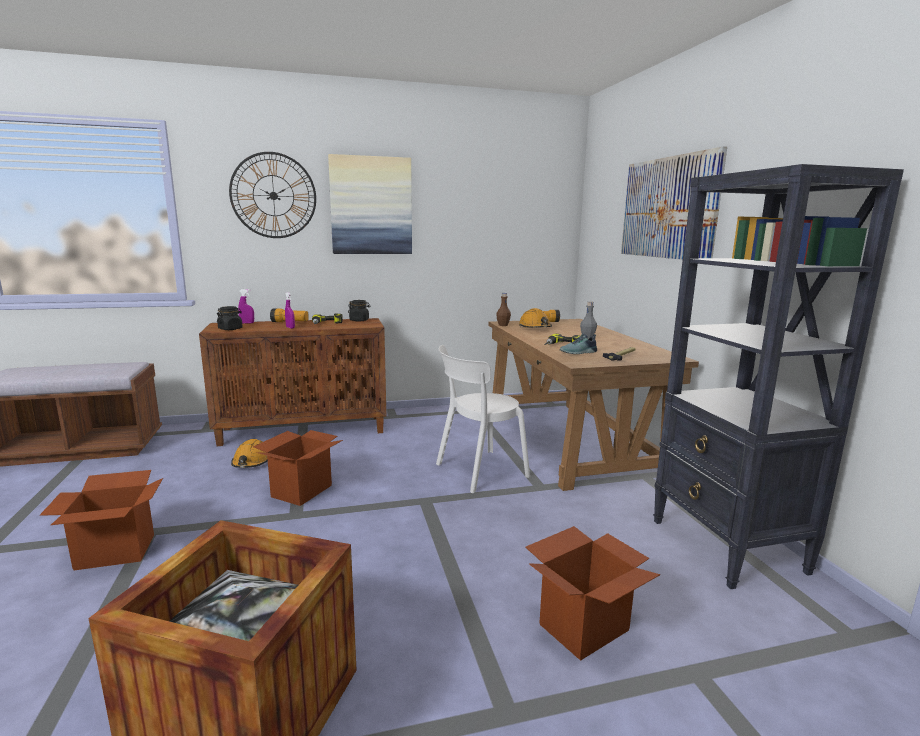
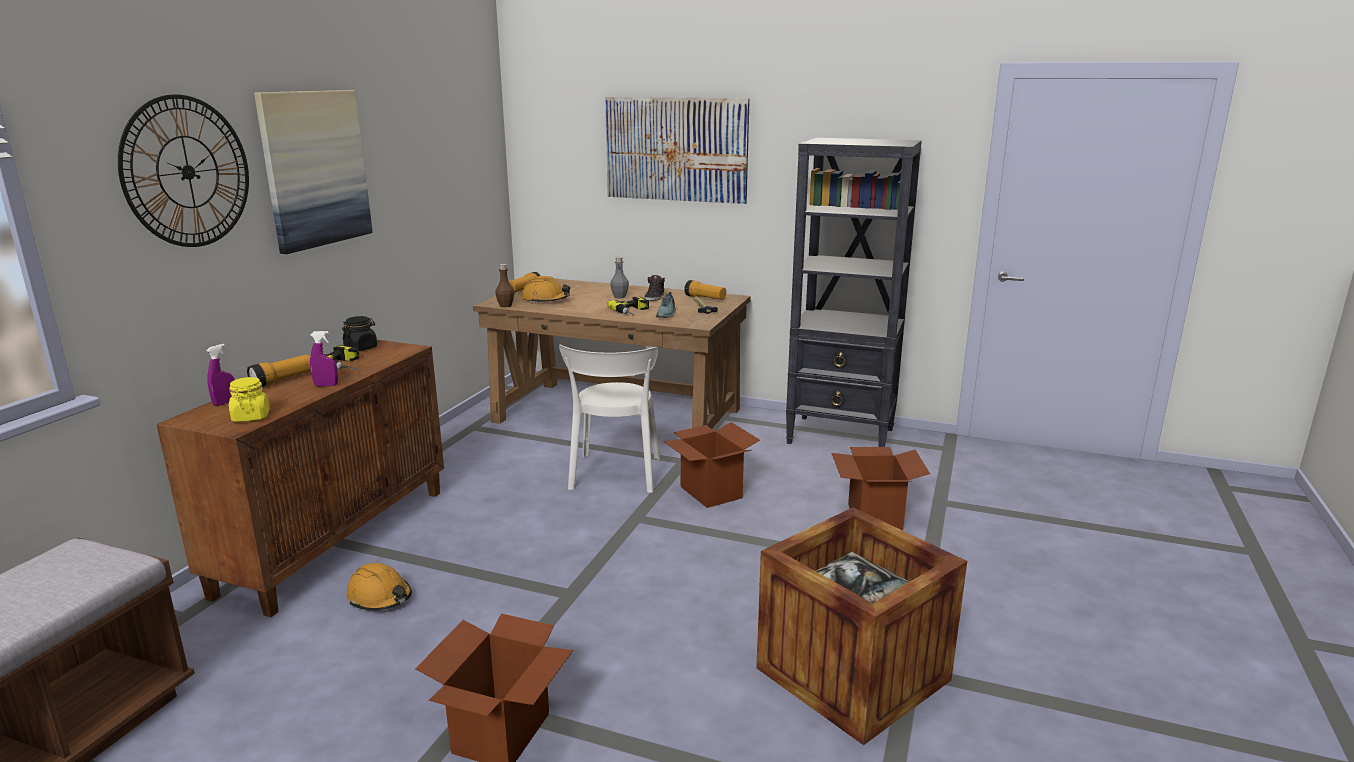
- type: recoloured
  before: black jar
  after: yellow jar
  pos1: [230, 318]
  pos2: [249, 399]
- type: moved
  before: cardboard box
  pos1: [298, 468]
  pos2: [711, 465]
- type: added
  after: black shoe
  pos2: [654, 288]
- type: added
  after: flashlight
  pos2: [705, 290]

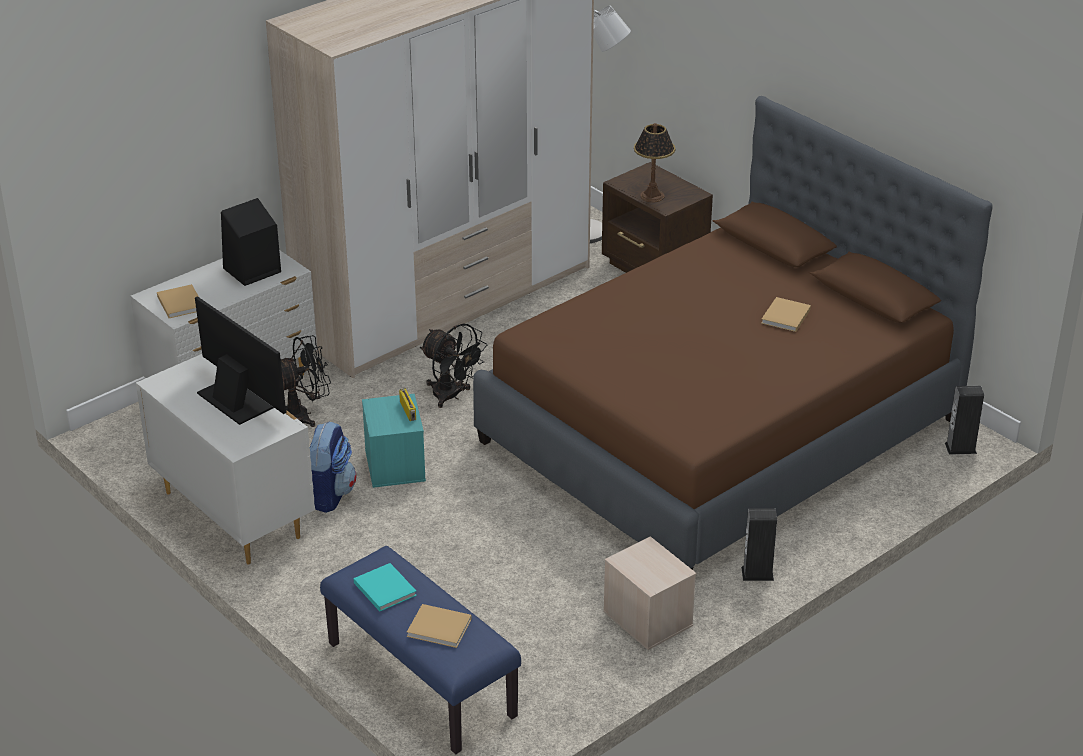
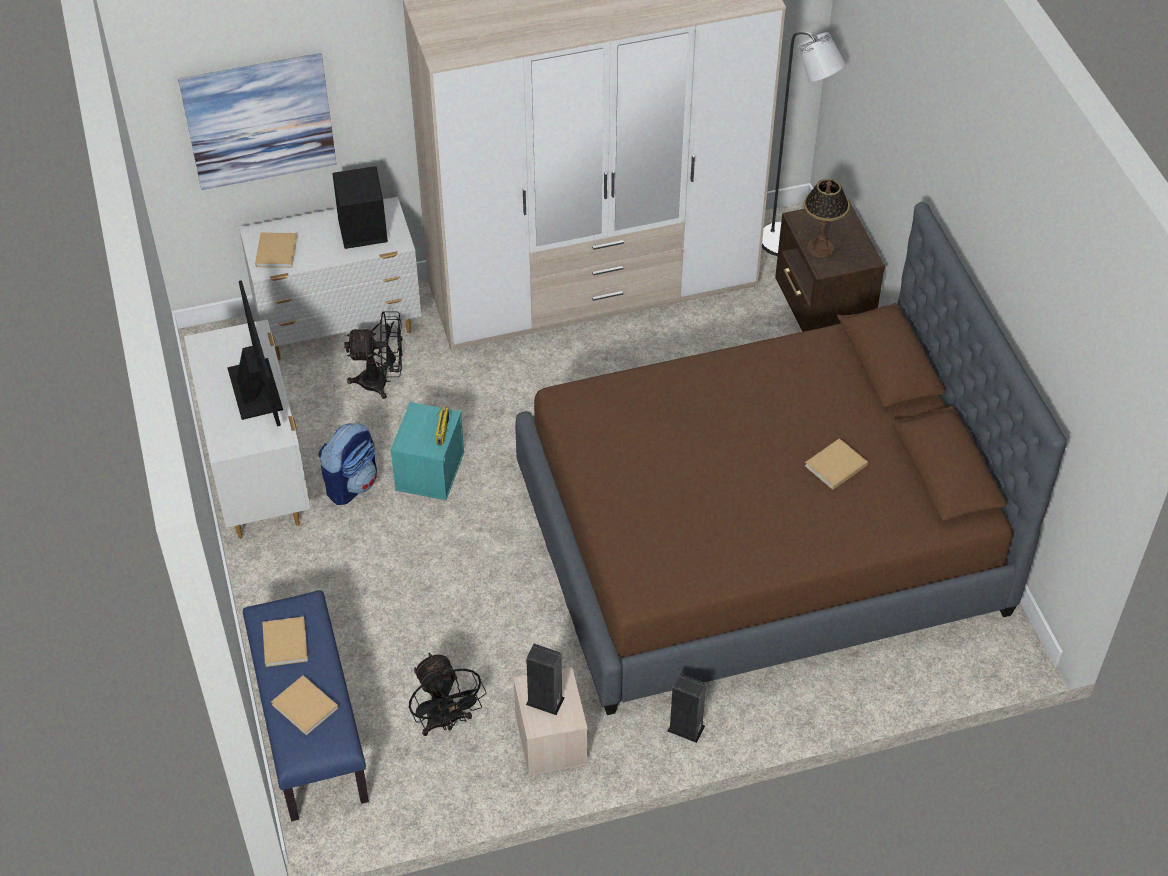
- type: recoloured
  before: turquoise book
  after: beige book
  pos1: [385, 587]
  pos2: [285, 641]
- type: moved
  before: black fan
  pos1: [453, 365]
  pos2: [448, 694]
- type: moved
  before: speaker
  pos1: [964, 420]
  pos2: [545, 679]
- type: added
  after: picture
  pos2: [257, 121]

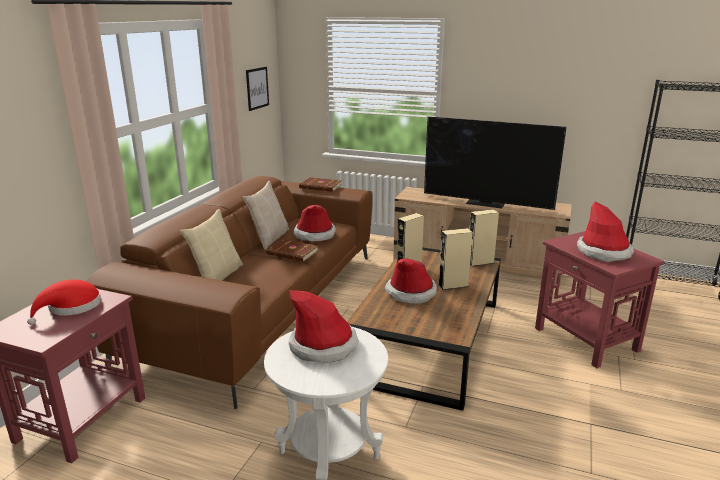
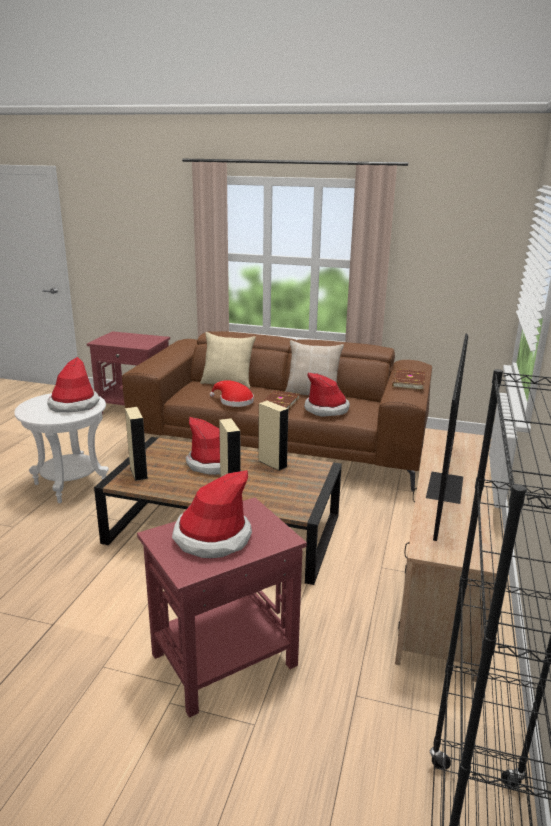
- type: moved
  before: red hat
  pos1: [64, 302]
  pos2: [232, 393]
- type: removed
  before: picture
  pos1: [257, 89]
- type: moved
  before: beige speaker
  pos1: [484, 237]
  pos2: [136, 444]

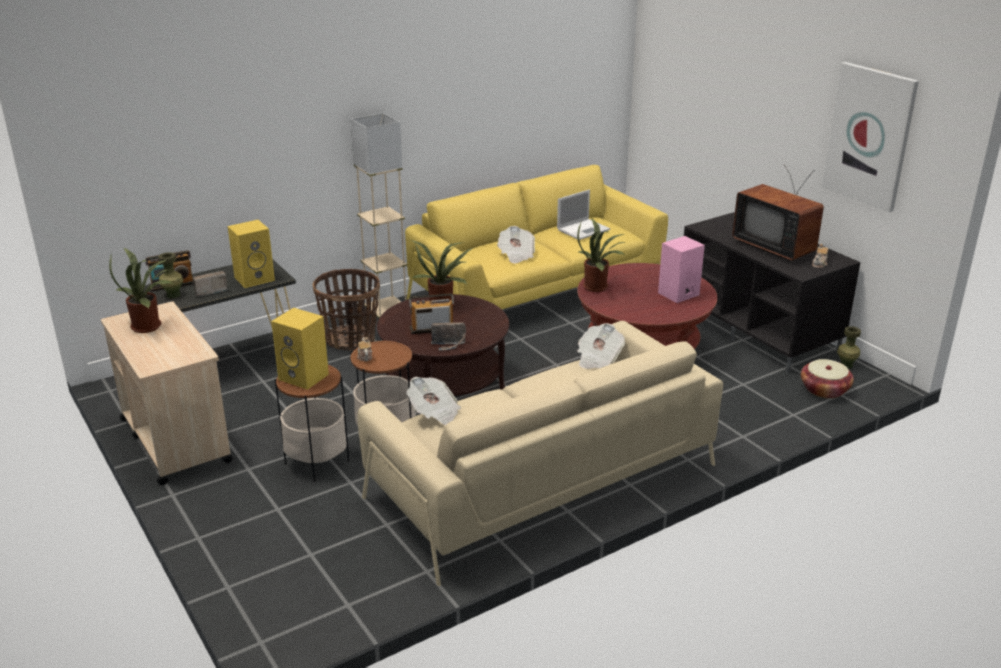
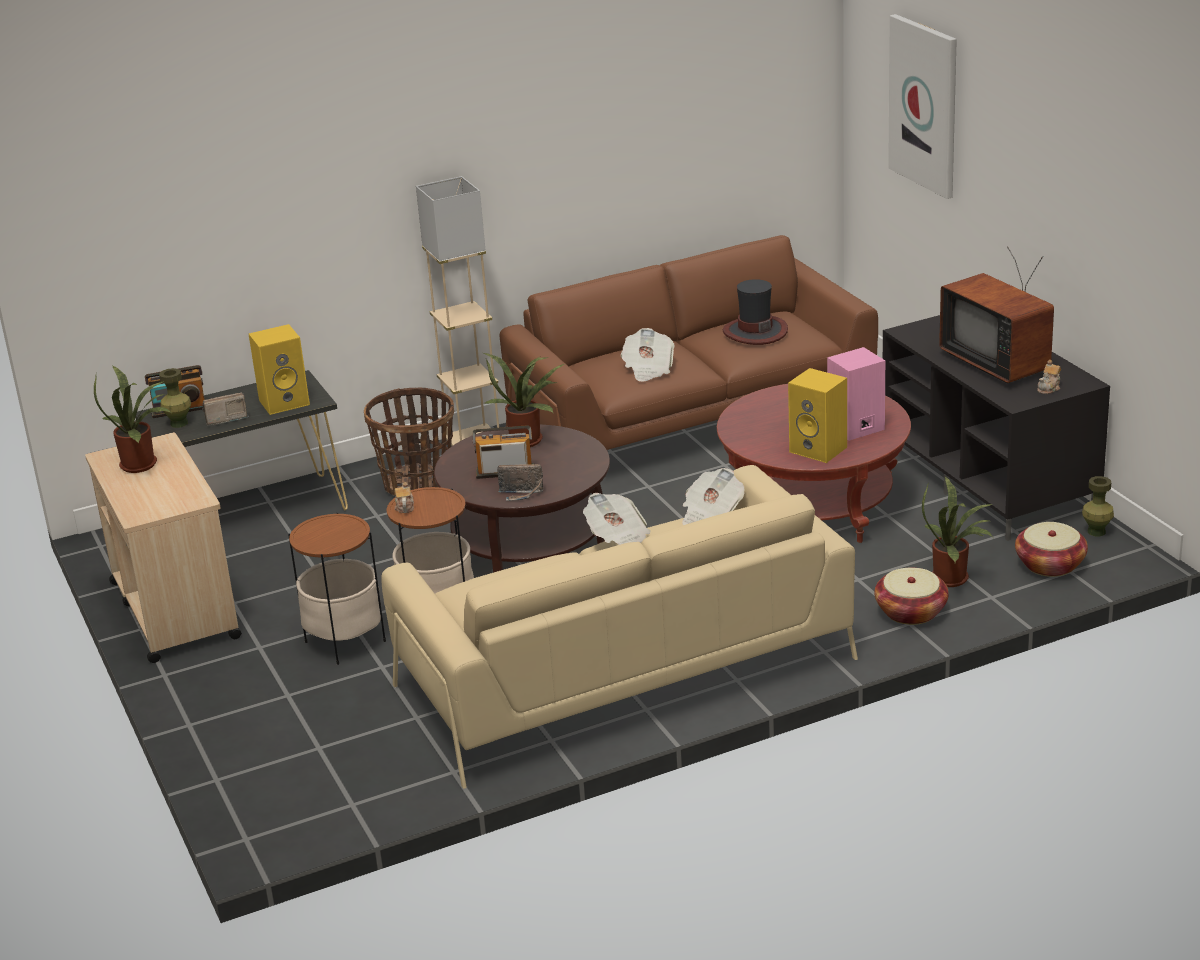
- type: moved
  before: yellow speaker
  pos1: [300, 349]
  pos2: [817, 415]
- type: recoloured
  before: yellow sofa
  after: brown sofa
  pos1: [536, 237]
  pos2: [689, 342]
- type: moved
  before: newspaper
  pos1: [433, 401]
  pos2: [617, 519]
- type: replaced
  before: laptop
  after: hat
  pos1: [583, 215]
  pos2: [755, 312]
- type: moved
  before: potted plant
  pos1: [601, 255]
  pos2: [957, 531]
- type: moved
  before: picture
  pos1: [870, 137]
  pos2: [922, 106]
- type: added
  after: basket
  pos2: [911, 596]

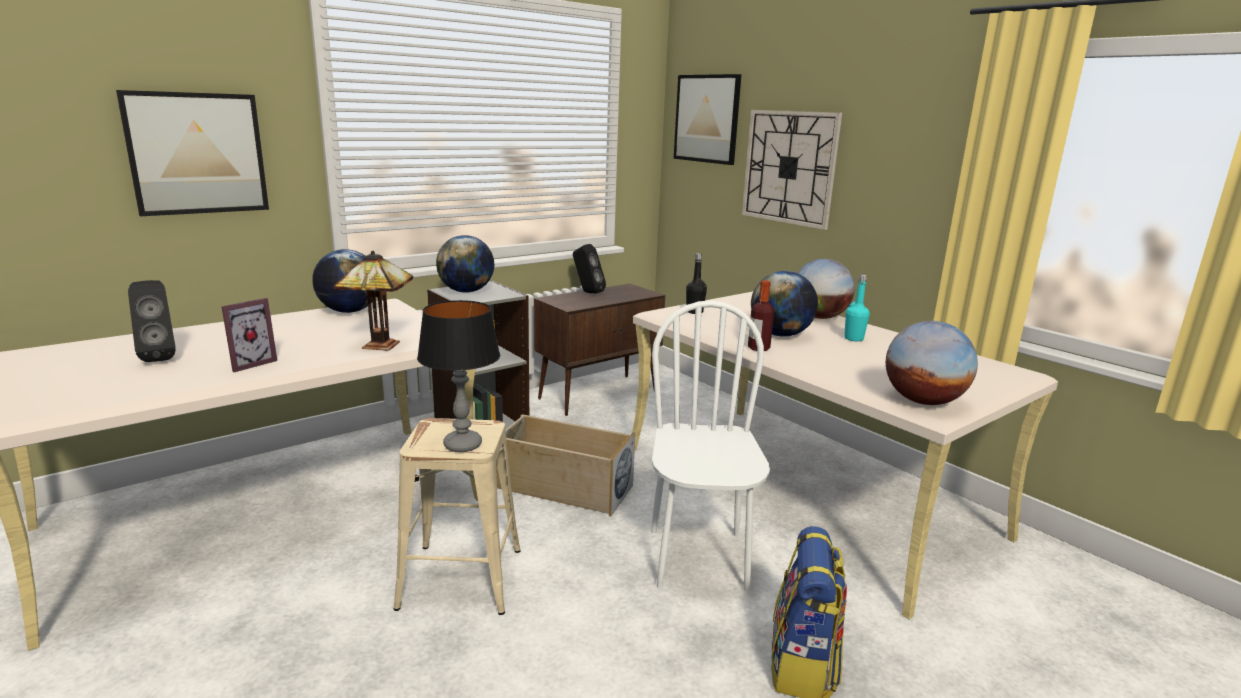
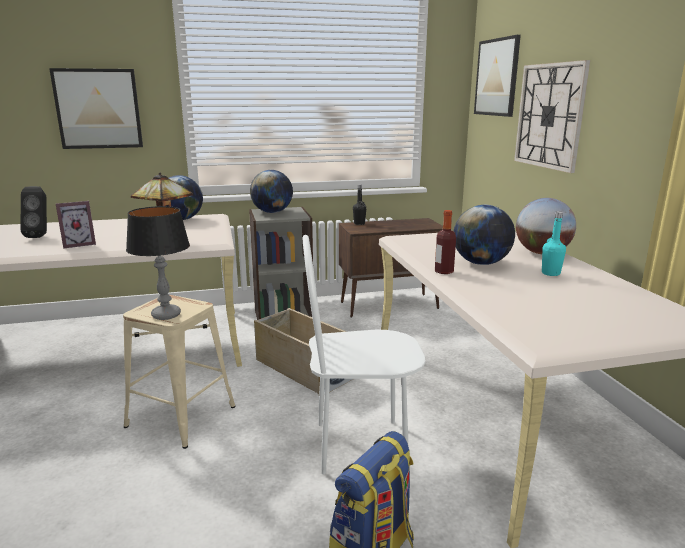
- type: removed
  before: black speaker
  pos1: [589, 268]
- type: turned
  before: white chair
  pos1: [710, 446]
  pos2: [364, 354]
  turn: -120
- type: moved
  before: black bottle
  pos1: [696, 283]
  pos2: [359, 204]
- type: removed
  before: globe
  pos1: [932, 363]

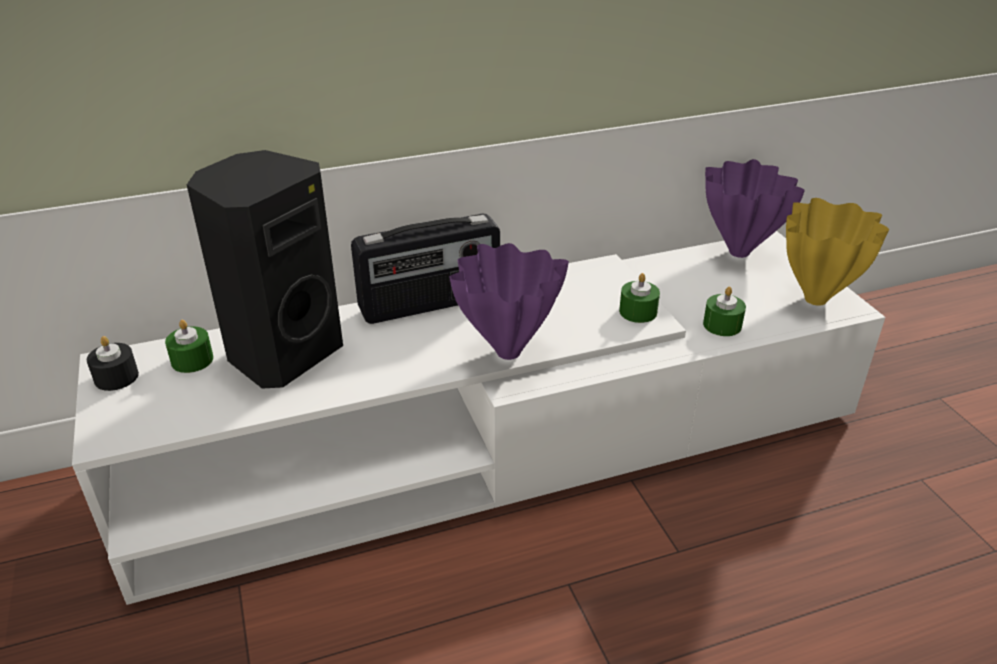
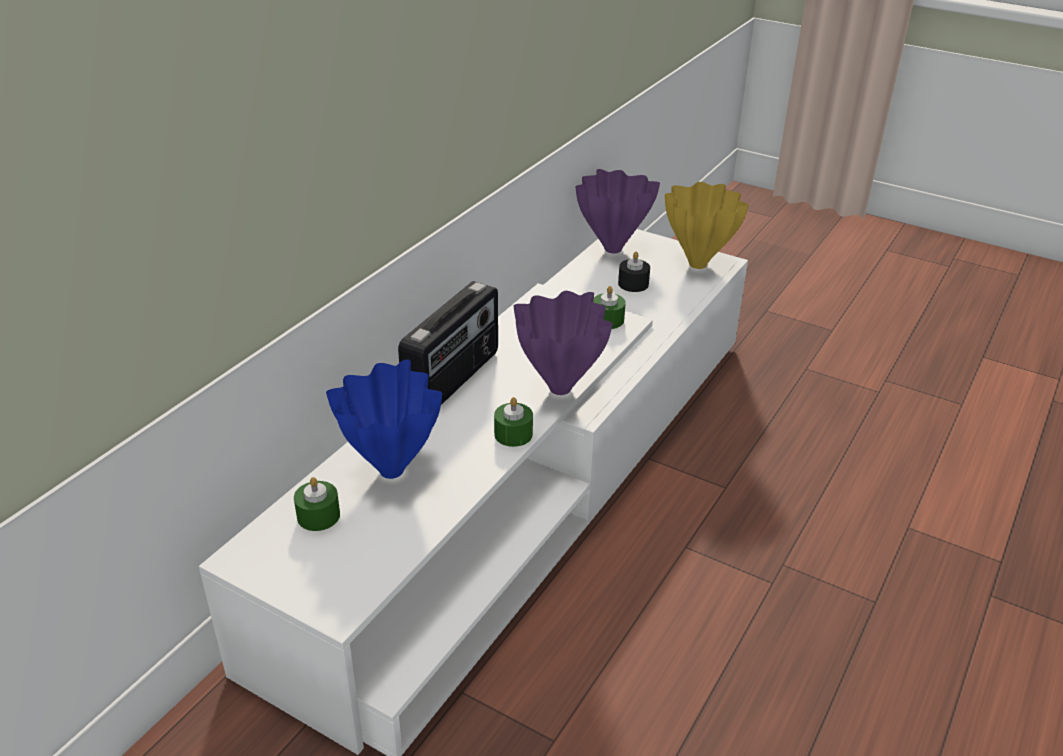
- type: moved
  before: black candle
  pos1: [113, 363]
  pos2: [634, 272]
- type: replaced
  before: black speaker
  after: blue vase
  pos1: [265, 269]
  pos2: [384, 419]
- type: moved
  before: green candle
  pos1: [724, 311]
  pos2: [513, 422]

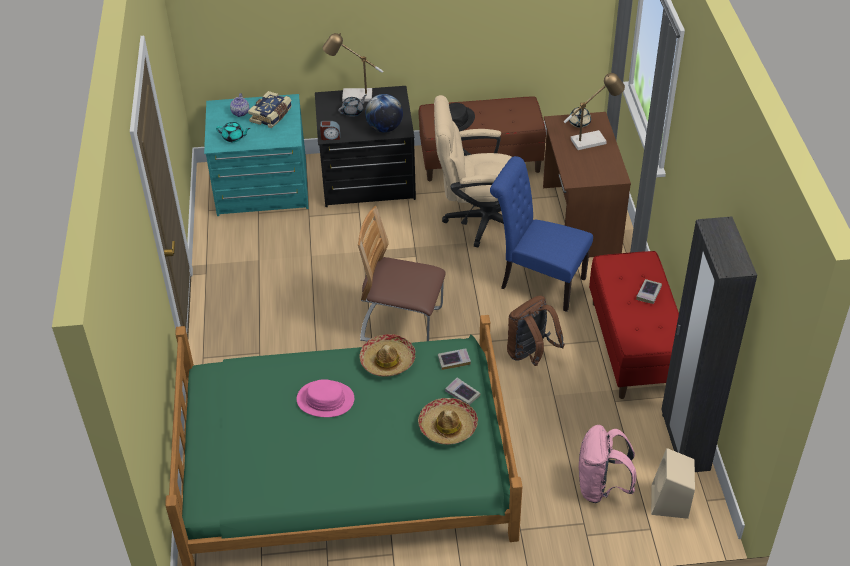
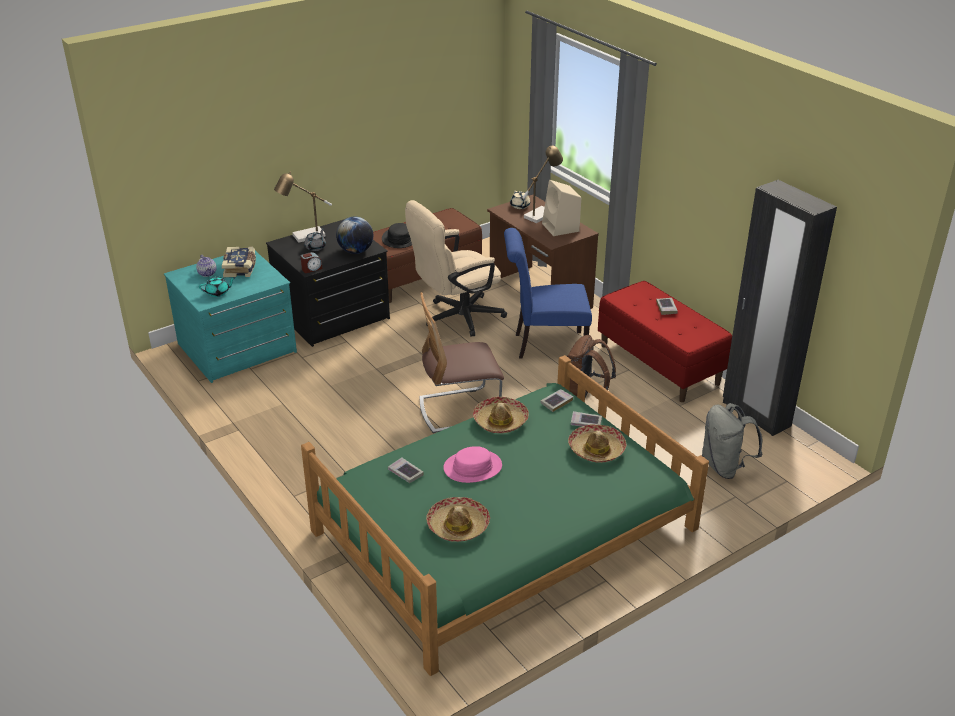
- type: recoloured
  before: pink backpack
  after: grey backpack
  pos1: [608, 464]
  pos2: [732, 441]
- type: moved
  before: beige speaker
  pos1: [673, 483]
  pos2: [561, 208]
- type: added
  after: book
  pos2: [406, 470]
- type: added
  after: hat
  pos2: [458, 519]

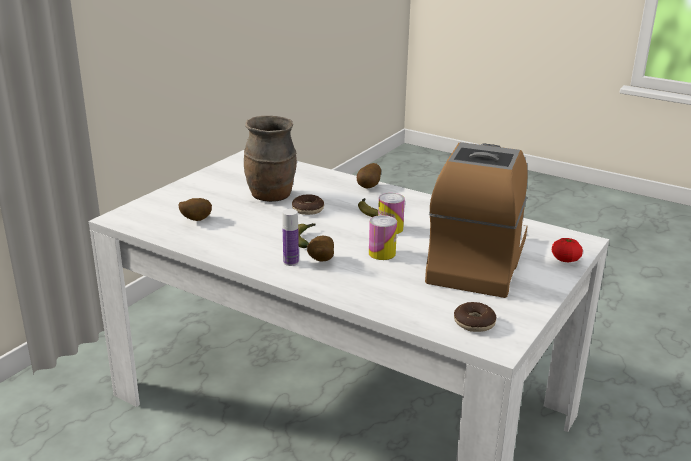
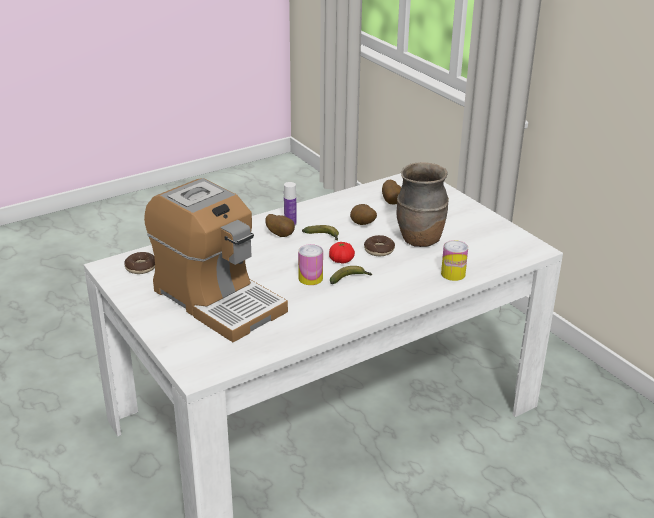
- type: moved
  before: potato
  pos1: [369, 175]
  pos2: [363, 214]
- type: moved
  before: can
  pos1: [383, 237]
  pos2: [454, 260]
- type: moved
  before: tomato
  pos1: [567, 250]
  pos2: [342, 253]

